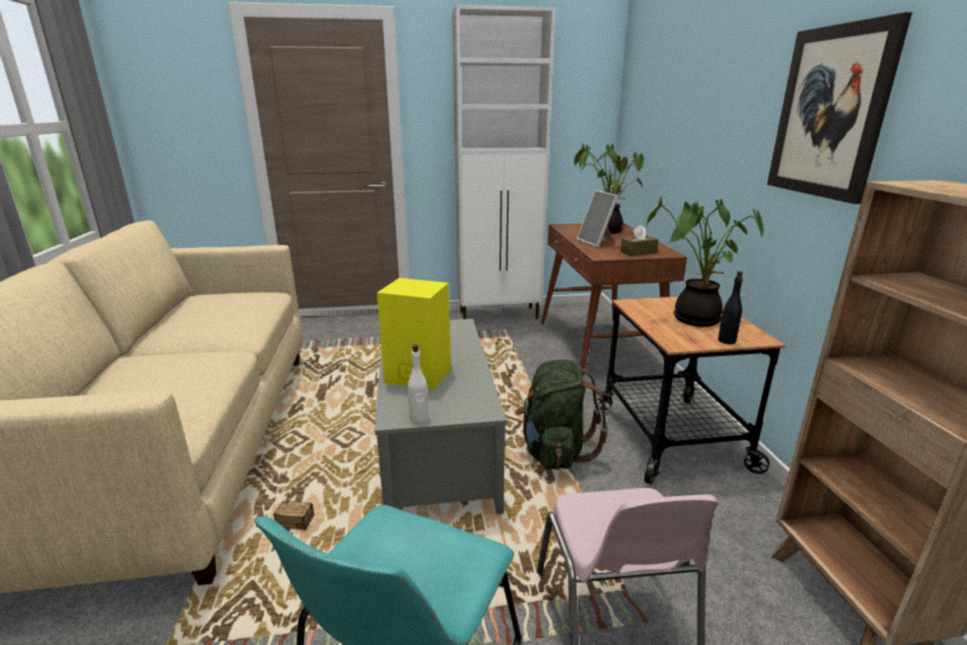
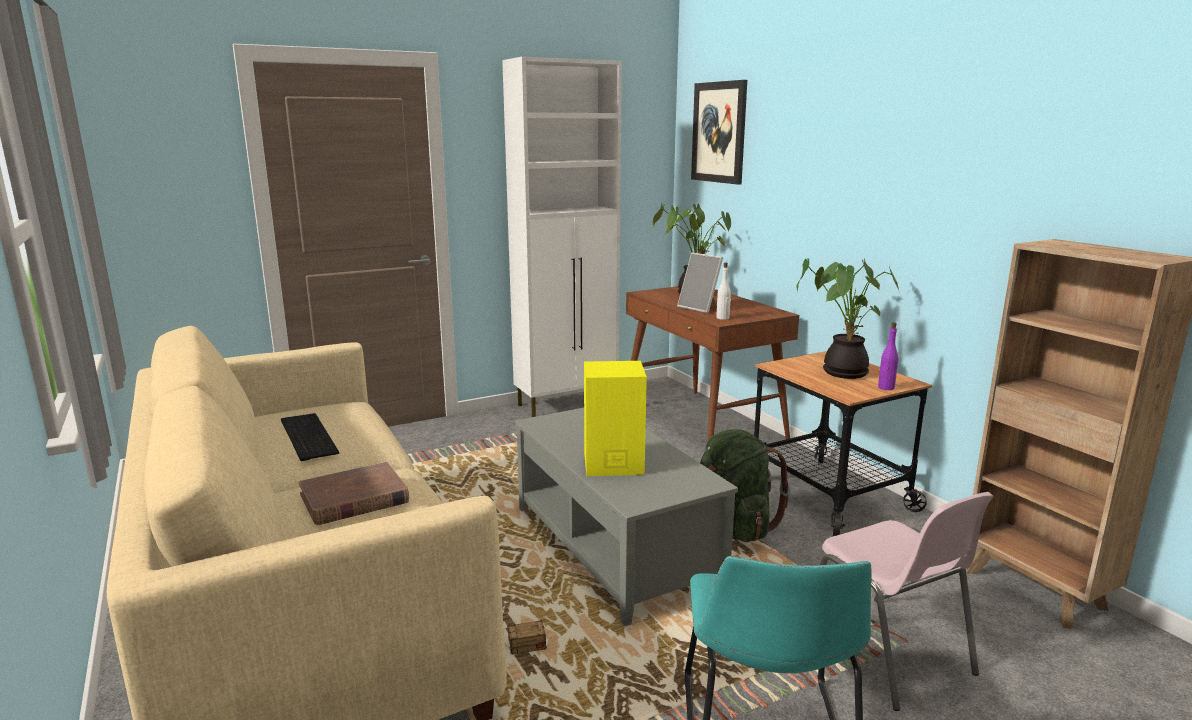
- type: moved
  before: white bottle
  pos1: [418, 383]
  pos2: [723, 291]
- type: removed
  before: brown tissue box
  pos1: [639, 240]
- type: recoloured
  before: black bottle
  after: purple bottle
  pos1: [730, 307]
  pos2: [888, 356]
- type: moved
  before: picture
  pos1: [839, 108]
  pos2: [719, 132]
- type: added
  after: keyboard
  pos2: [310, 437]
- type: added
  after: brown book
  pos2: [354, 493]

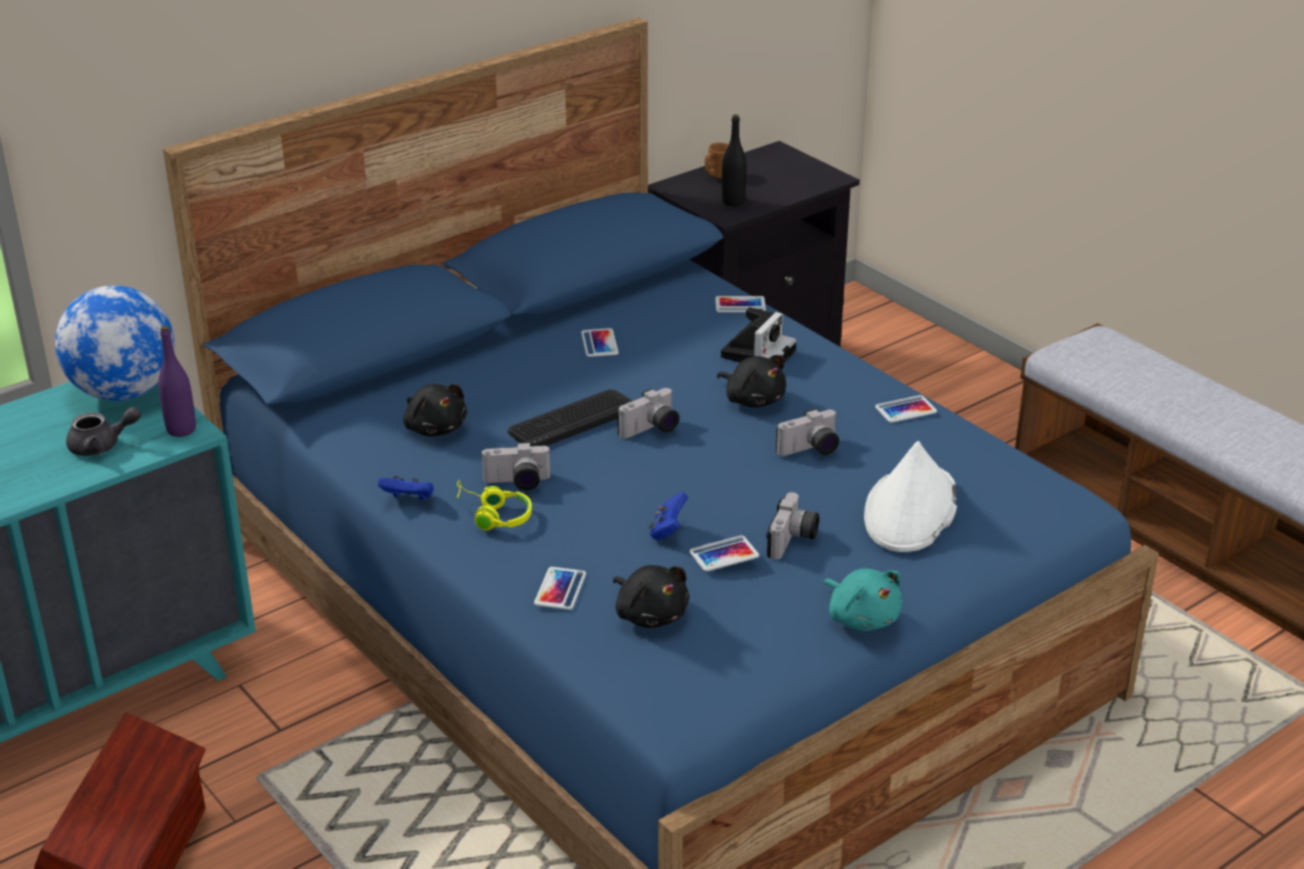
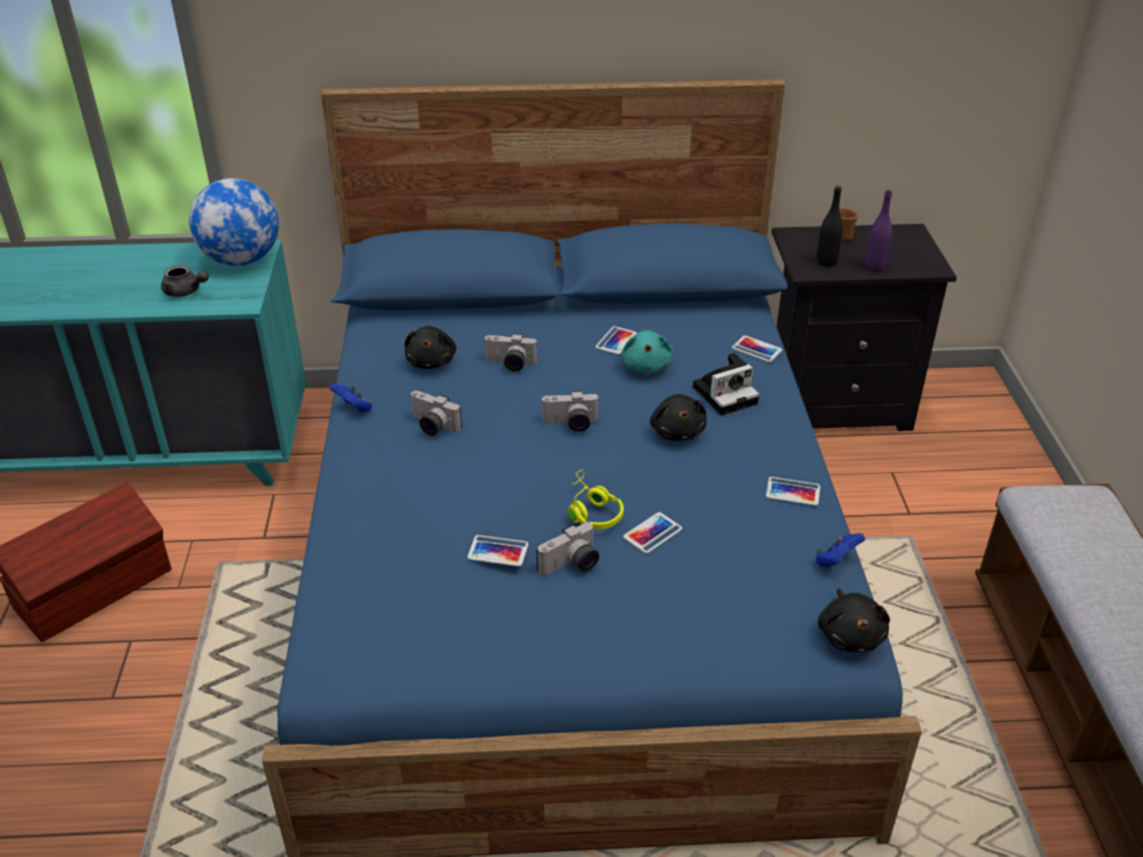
- type: moved
  before: purple bottle
  pos1: [177, 381]
  pos2: [878, 230]
- type: moved
  before: yellow headphones
  pos1: [493, 505]
  pos2: [596, 499]
- type: removed
  before: keyboard
  pos1: [570, 418]
- type: moved
  before: phone
  pos1: [560, 588]
  pos2: [652, 533]
- type: moved
  before: black plush toy
  pos1: [651, 596]
  pos2: [854, 621]
- type: moved
  before: blue game controller
  pos1: [668, 516]
  pos2: [840, 550]
- type: moved
  before: photo camera
  pos1: [807, 432]
  pos2: [510, 352]
- type: moved
  before: turquoise plush toy
  pos1: [862, 599]
  pos2: [647, 352]
- type: removed
  before: white hat
  pos1: [910, 496]

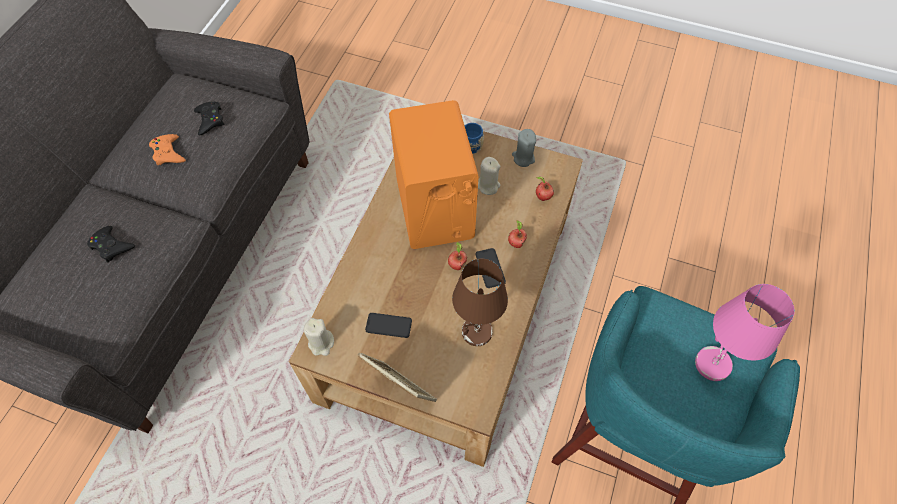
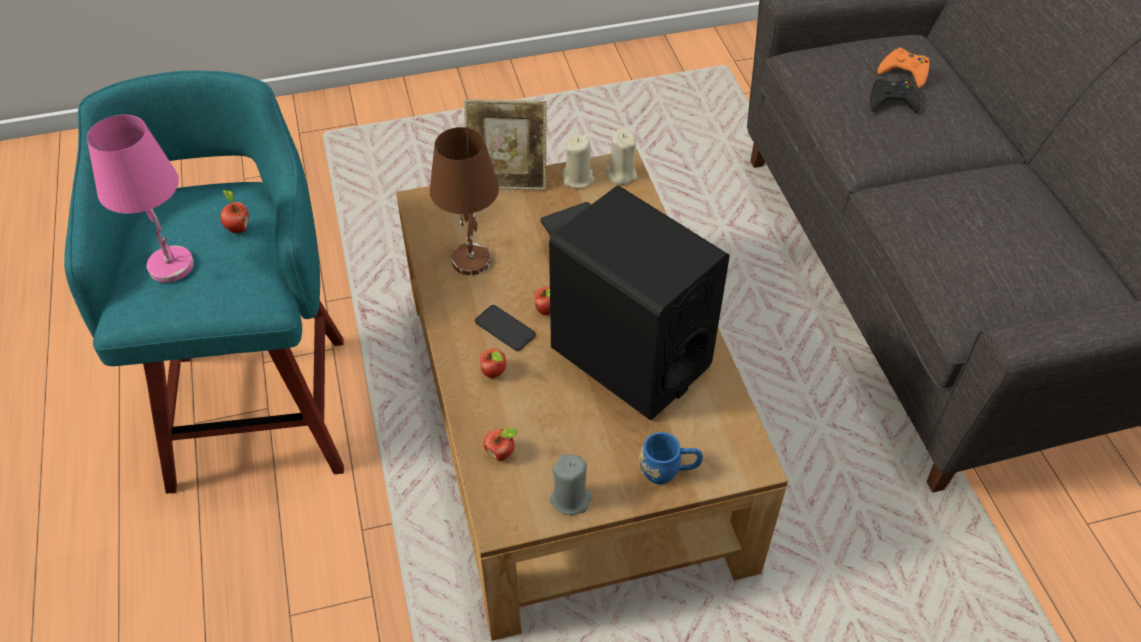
- type: moved
  before: orange game controller
  pos1: [167, 149]
  pos2: [903, 68]
- type: removed
  before: black game controller
  pos1: [209, 118]
- type: recoloured
  before: orange speaker
  after: black speaker
  pos1: [434, 174]
  pos2: [639, 303]
- type: moved
  before: beige candle
  pos1: [489, 176]
  pos2: [578, 161]
- type: added
  after: apple
  pos2: [234, 211]

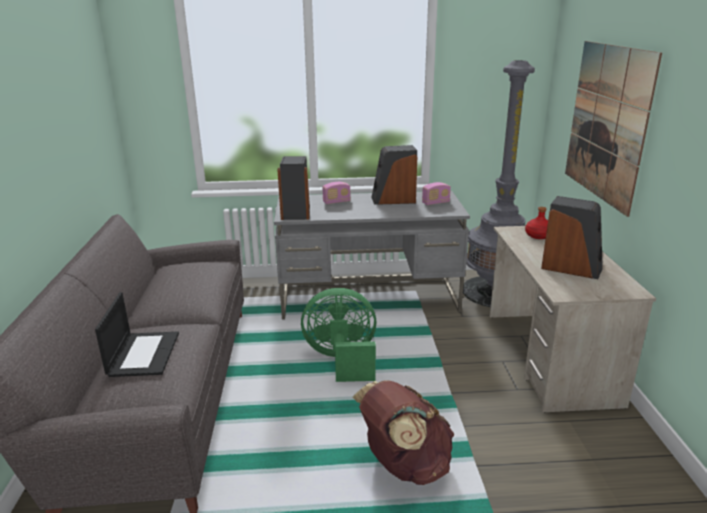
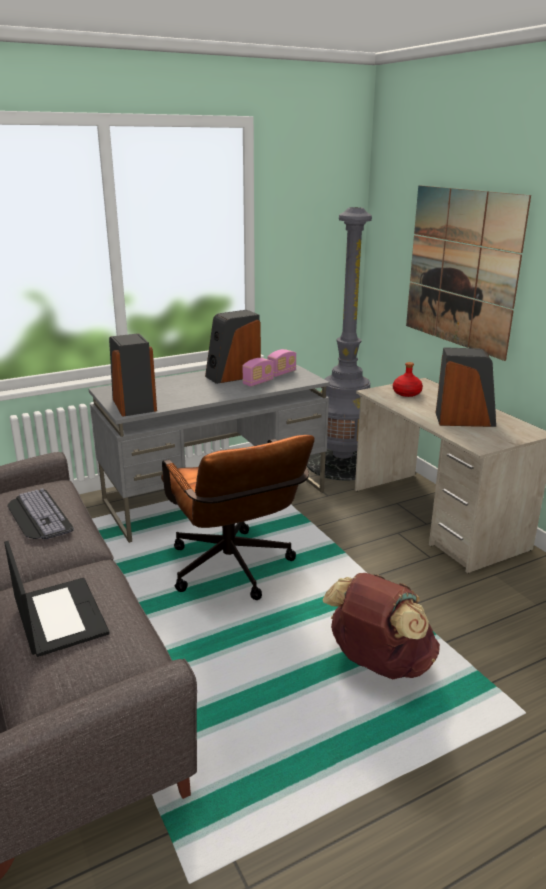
- type: replaced
  before: green fan
  after: brown office chair
  pos1: [338, 335]
  pos2: [238, 517]
- type: moved
  before: radio
  pos1: [337, 193]
  pos2: [257, 372]
- type: added
  after: keyboard
  pos2: [40, 513]

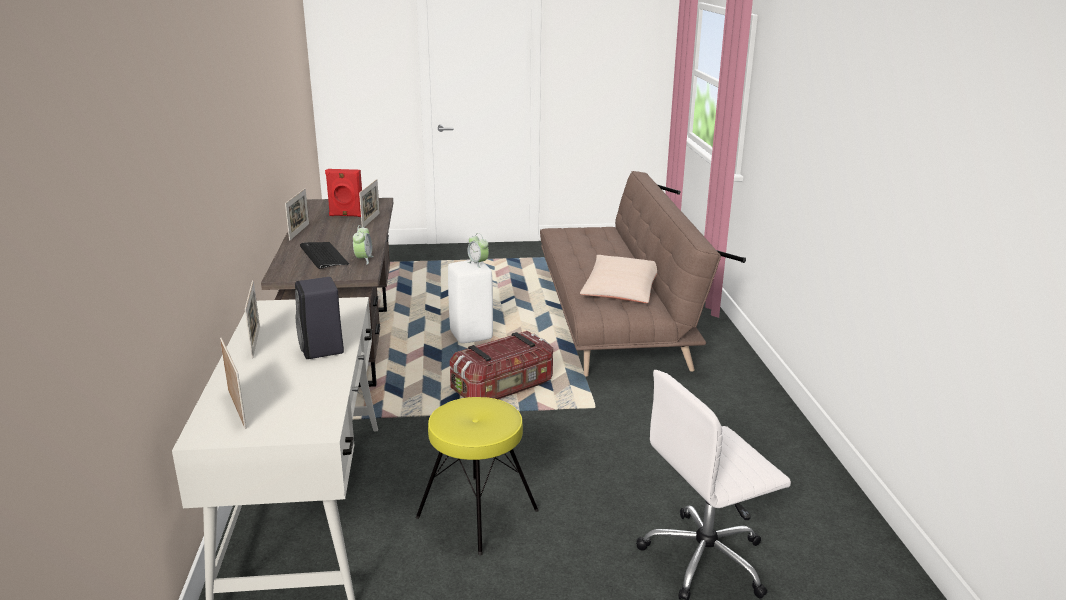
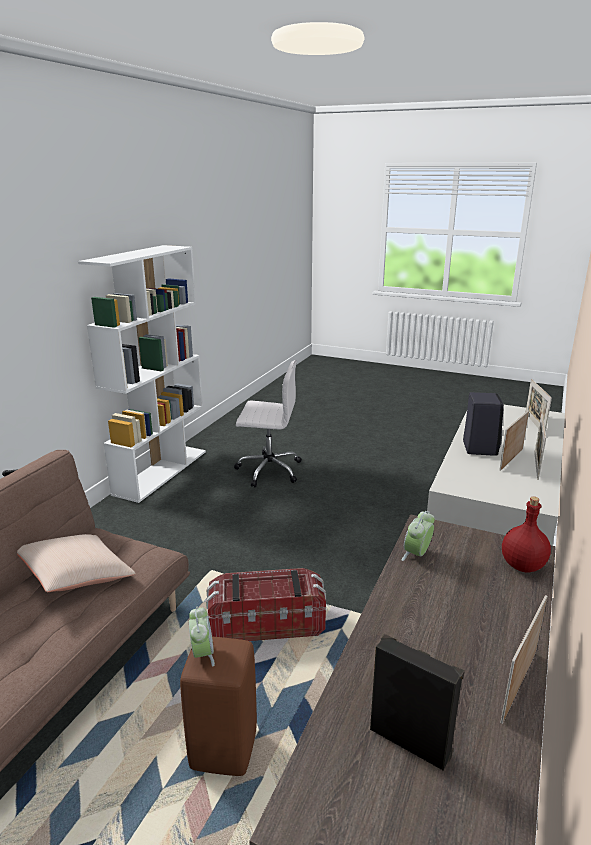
- type: removed
  before: keyboard
  pos1: [324, 255]
- type: recoloured
  before: red speaker
  after: black speaker
  pos1: [343, 193]
  pos2: [417, 702]
- type: moved
  before: picture frame
  pos1: [369, 203]
  pos2: [514, 440]
- type: removed
  before: yellow stool
  pos1: [477, 476]
- type: recoloured
  before: white stool
  after: brown stool
  pos1: [470, 301]
  pos2: [218, 706]
- type: added
  after: white bookcase
  pos2: [142, 374]
- type: added
  after: red bottle
  pos2: [526, 535]

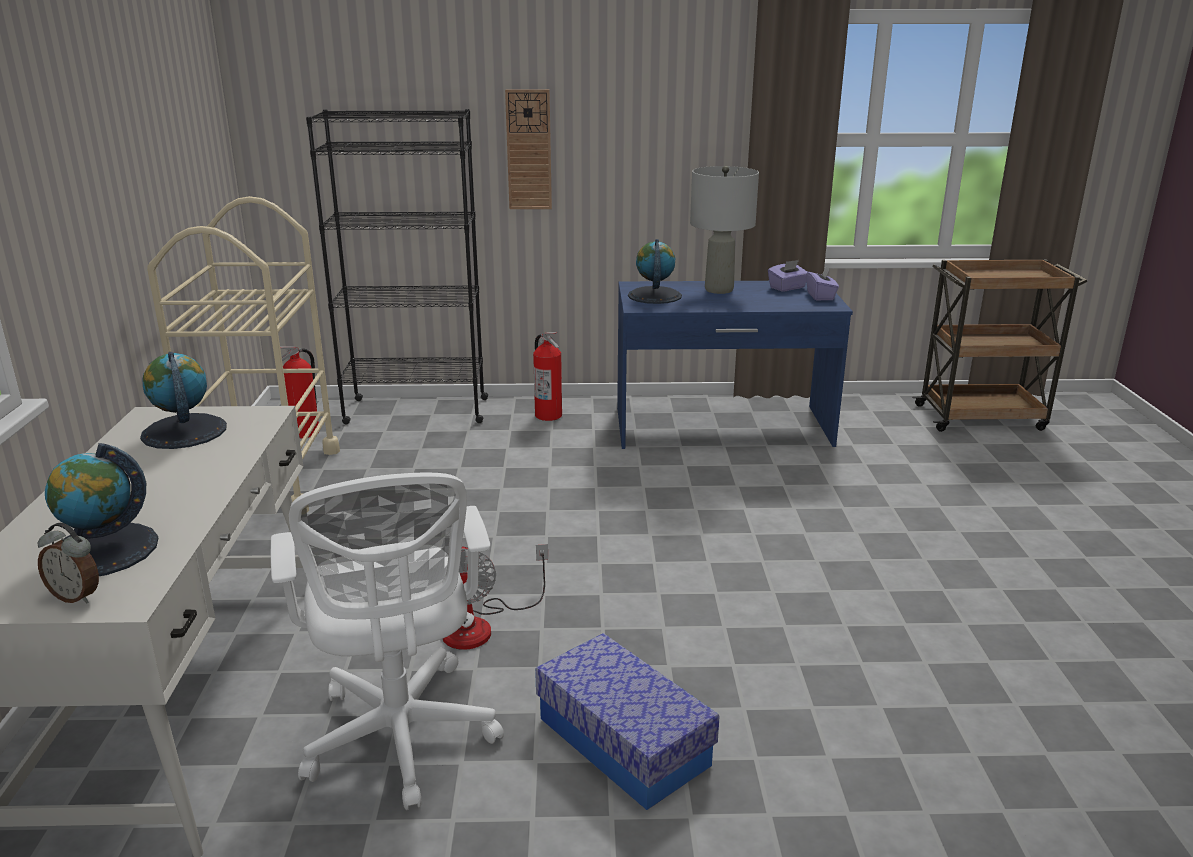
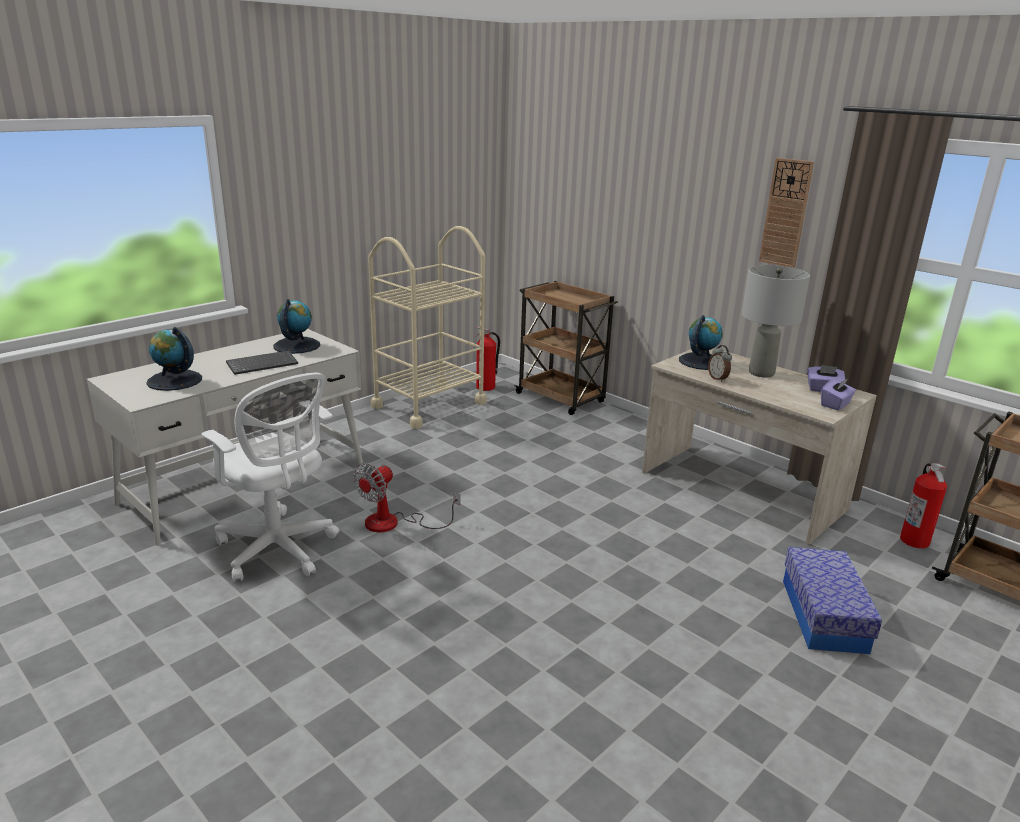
- type: moved
  before: alarm clock
  pos1: [68, 563]
  pos2: [720, 363]
- type: turned
  before: white office chair
  pos1: [387, 641]
  pos2: [270, 477]
  turn: -75
- type: replaced
  before: black bookcase
  after: brown cart
  pos1: [397, 267]
  pos2: [566, 348]
- type: moved
  before: wall clock
  pos1: [528, 149]
  pos2: [786, 213]
- type: moved
  before: fire extinguisher
  pos1: [547, 376]
  pos2: [923, 505]
- type: moved
  before: storage box
  pos1: [627, 721]
  pos2: [832, 600]
- type: recoloured
  before: blue desk
  after: beige desk
  pos1: [735, 365]
  pos2: [759, 446]
- type: added
  after: keyboard
  pos2: [262, 362]

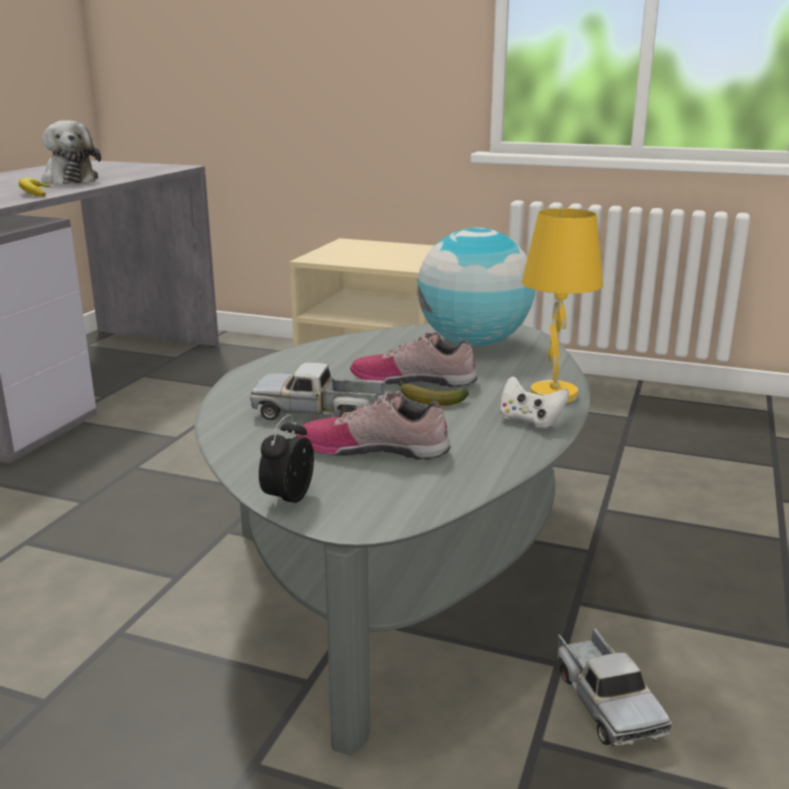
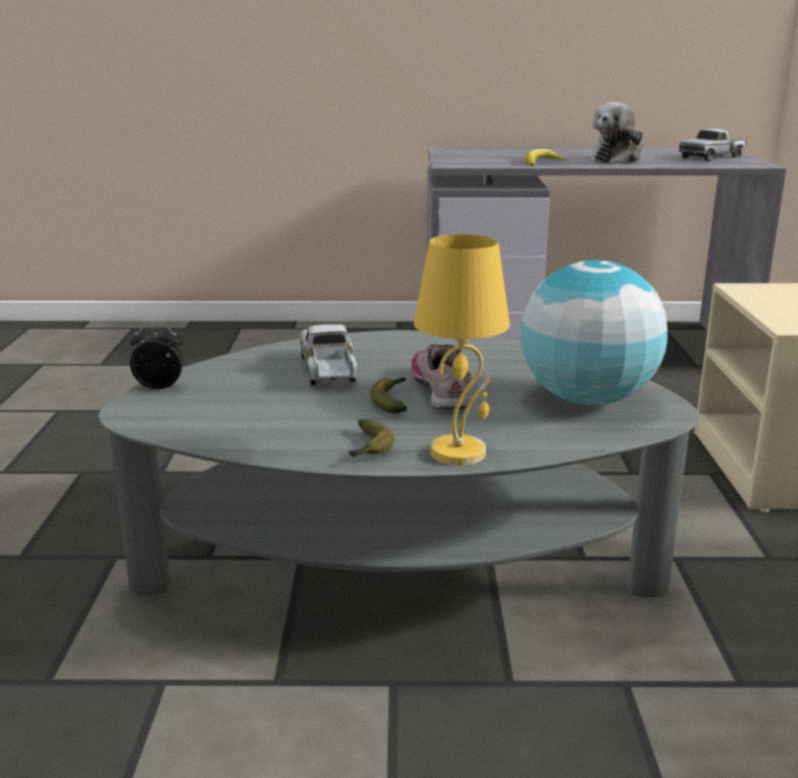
- type: removed
  before: shoe
  pos1: [373, 425]
- type: replaced
  before: white game controller
  after: banana
  pos1: [534, 402]
  pos2: [372, 438]
- type: moved
  before: toy truck
  pos1: [614, 687]
  pos2: [713, 145]

